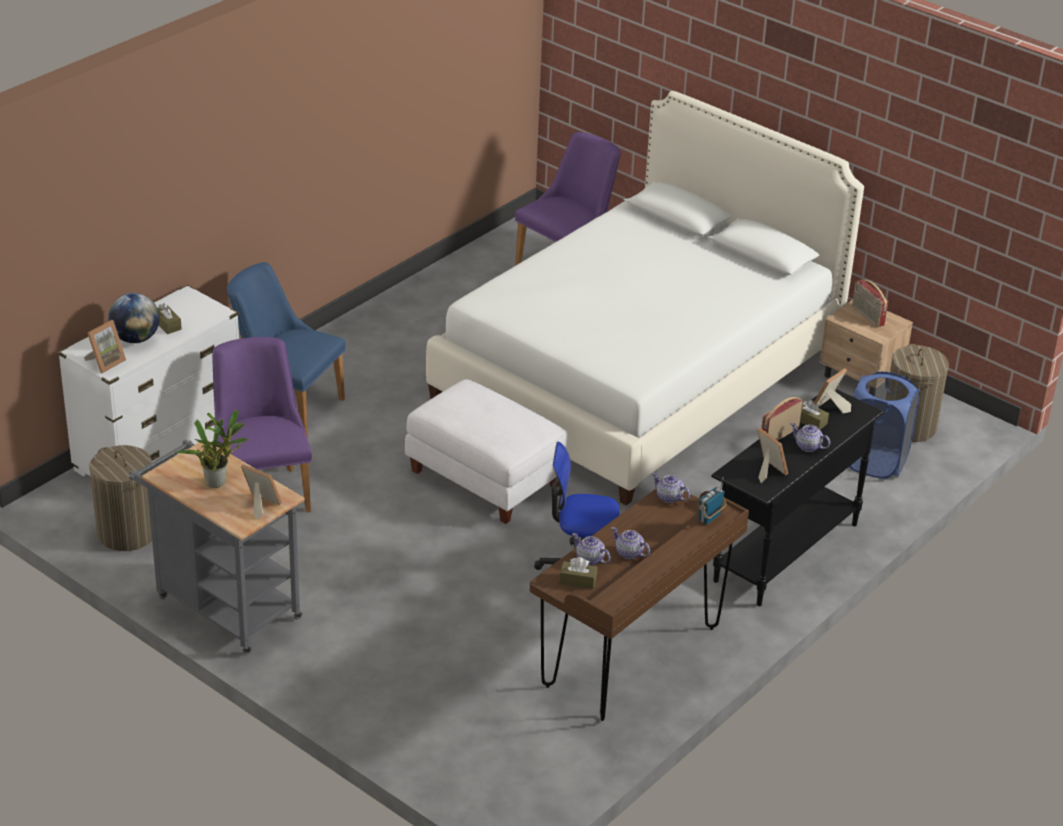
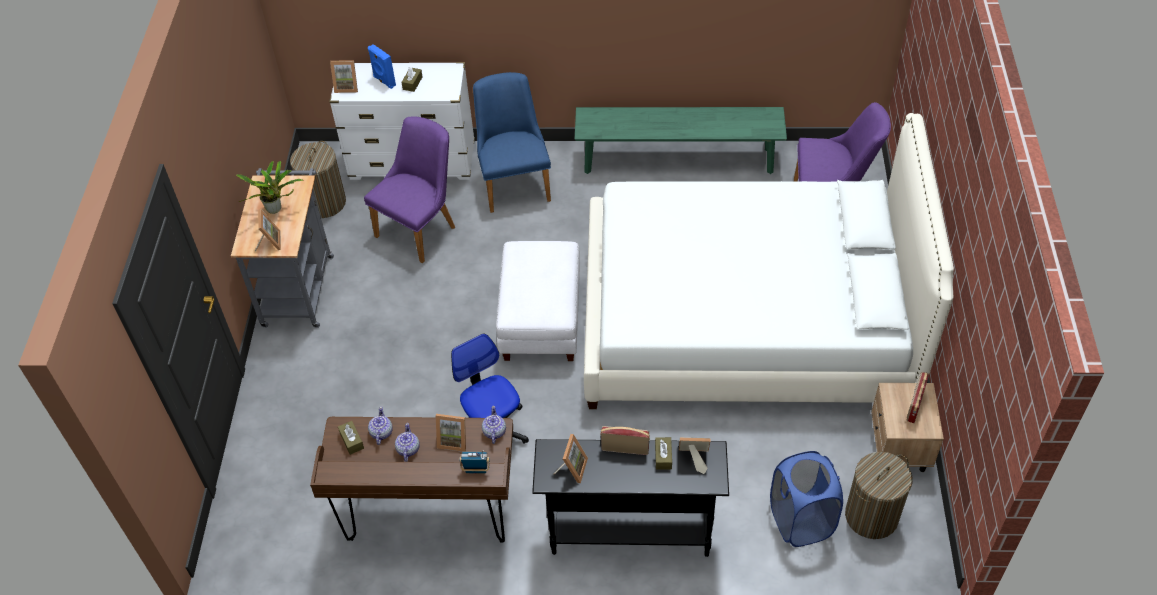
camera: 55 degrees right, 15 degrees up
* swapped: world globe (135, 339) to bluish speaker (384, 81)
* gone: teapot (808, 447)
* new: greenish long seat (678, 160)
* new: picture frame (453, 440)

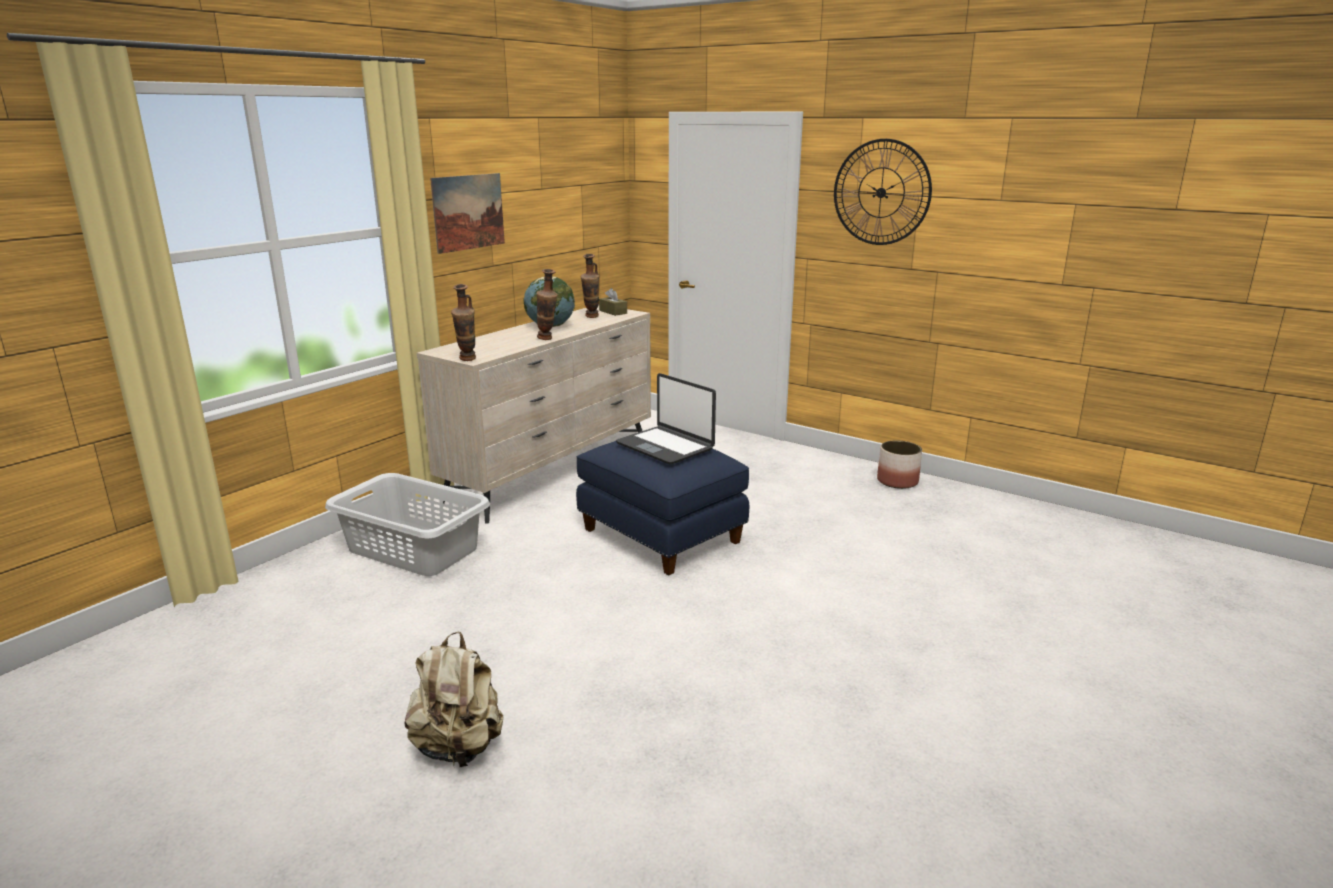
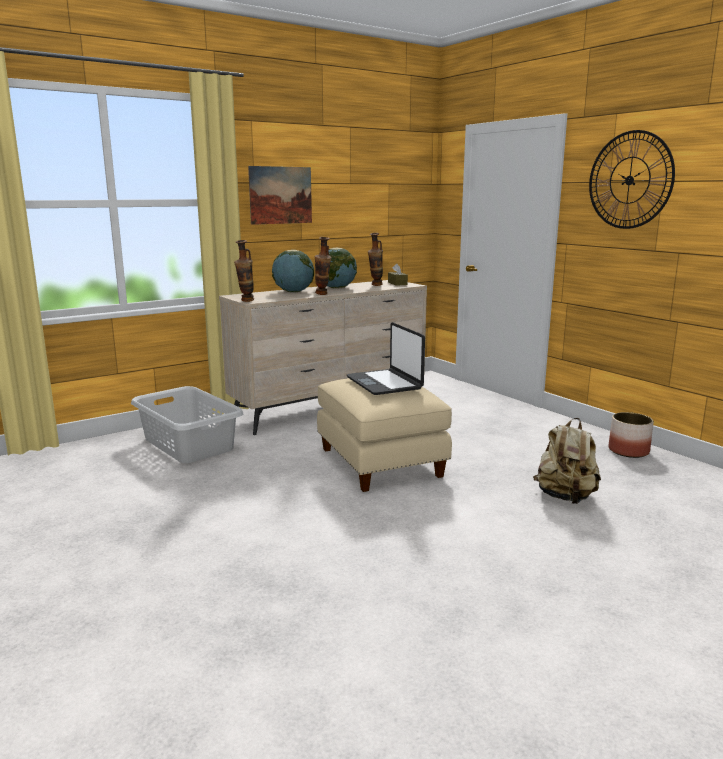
camera: 20 degrees right, 5 degrees down
* repainted: bluish pouffe (663, 535) to sand-coloured pouffe (381, 462)
* shifted: sand-coloured rucksack (459, 747) to (565, 497)
* new: world globe (293, 292)

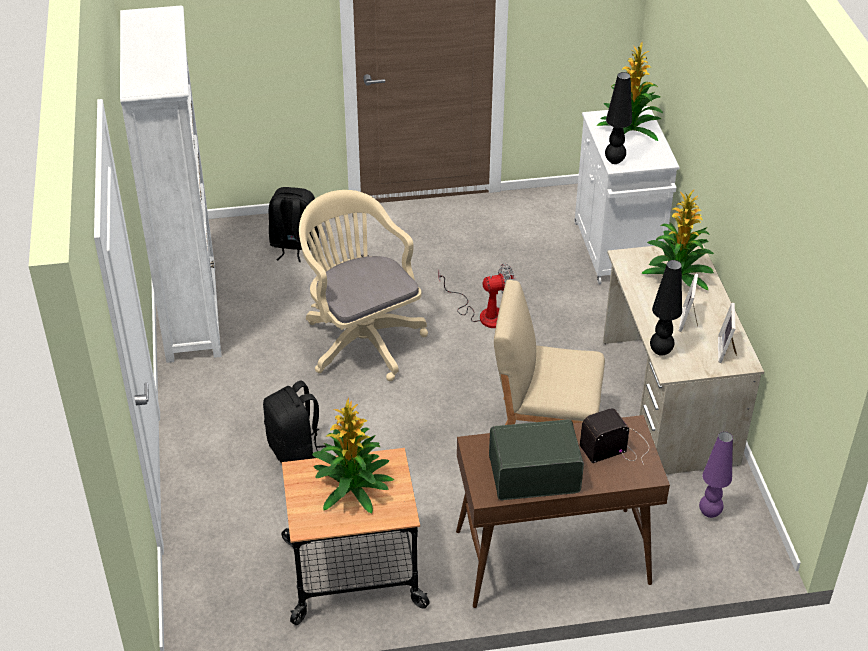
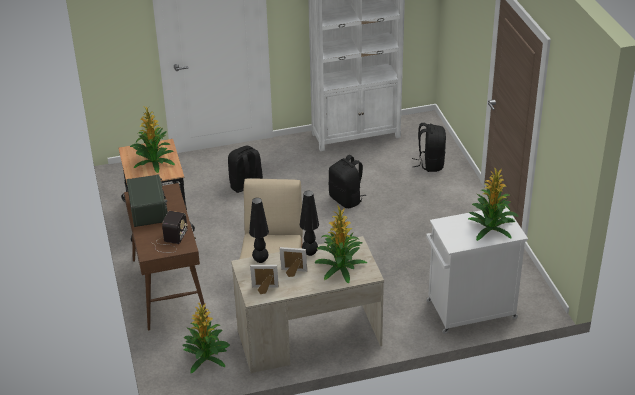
camera: 85 degrees right, 5 degrees down
* shifted: blackish table lamp (614, 161) to (310, 253)
* swapped: sand-coloured computer chair (360, 338) to blackish rucksack (346, 200)
* gone: cooling fan (484, 314)
* rotated: radio receiver (617, 446) = (170, 241) 45 degrees clockwise
* swapped: purplish table lamp (709, 513) to potted plant (206, 357)

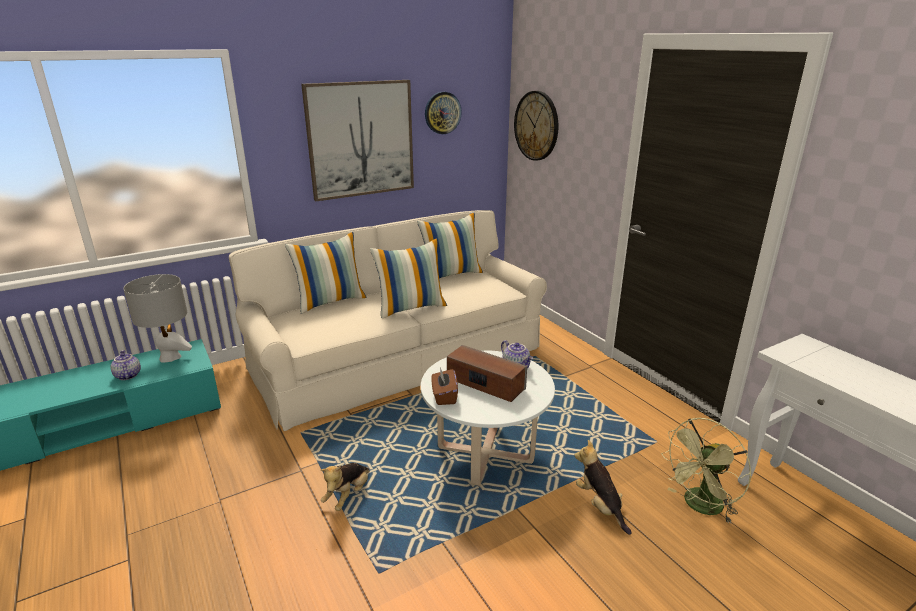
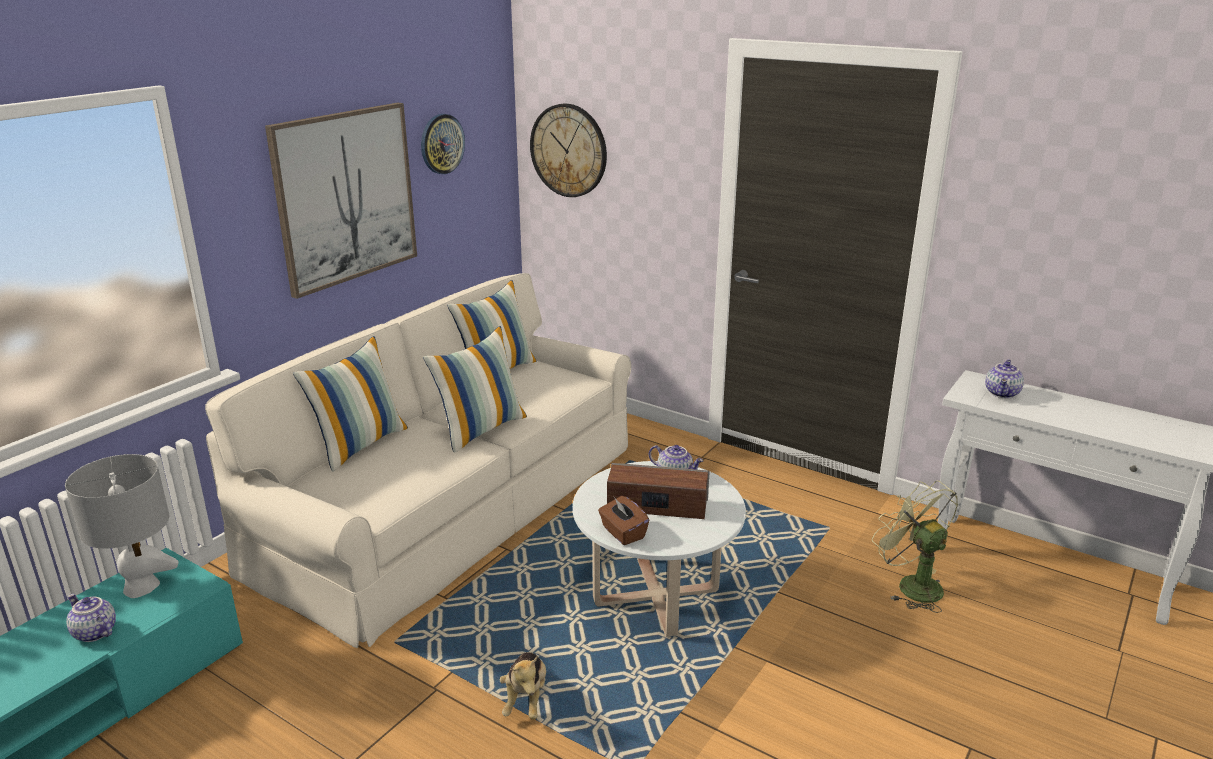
camera: 25 degrees left, 0 degrees up
* rotated: greenish cooling fan (699, 507) = (911, 585) 120 degrees clockwise
* gone: soft toy (600, 505)
* new: teapot (1002, 393)

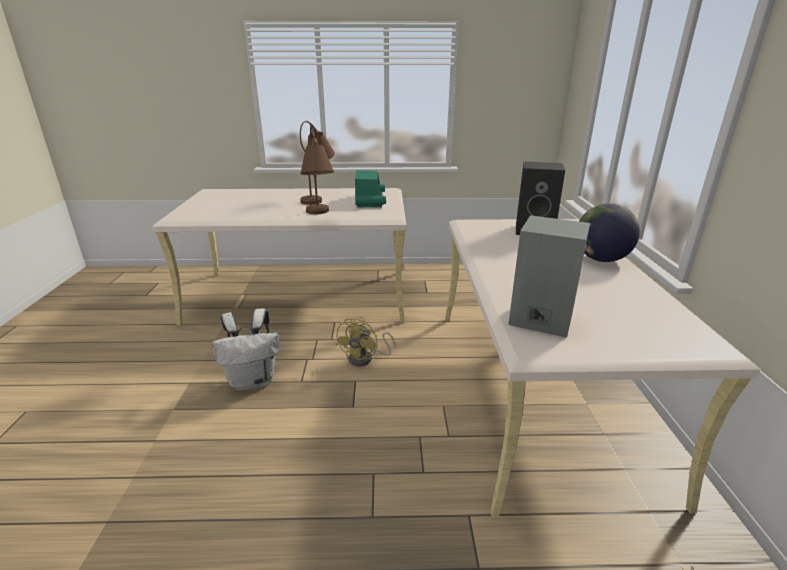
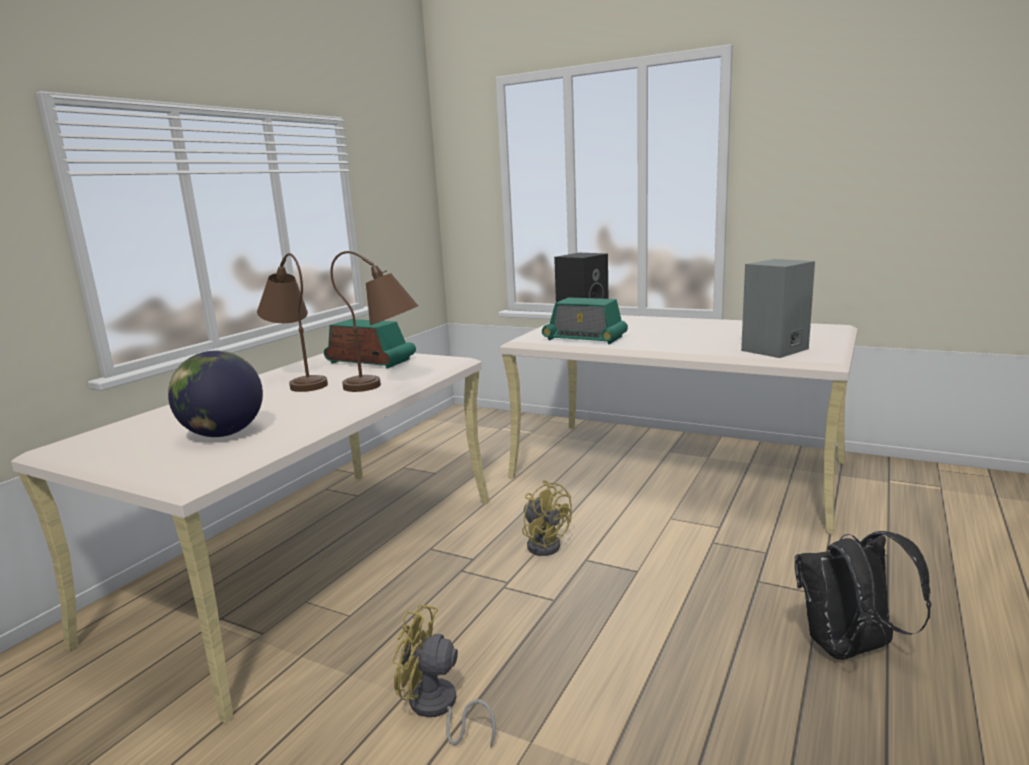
camera: 60 degrees left, 10 degrees down
* shifted: world globe (600, 259) to (223, 434)
* gone: white rucksack (253, 380)
* new: radio receiver (584, 338)
* new: blackish rucksack (849, 650)
* new: yellow cooling fan (437, 709)

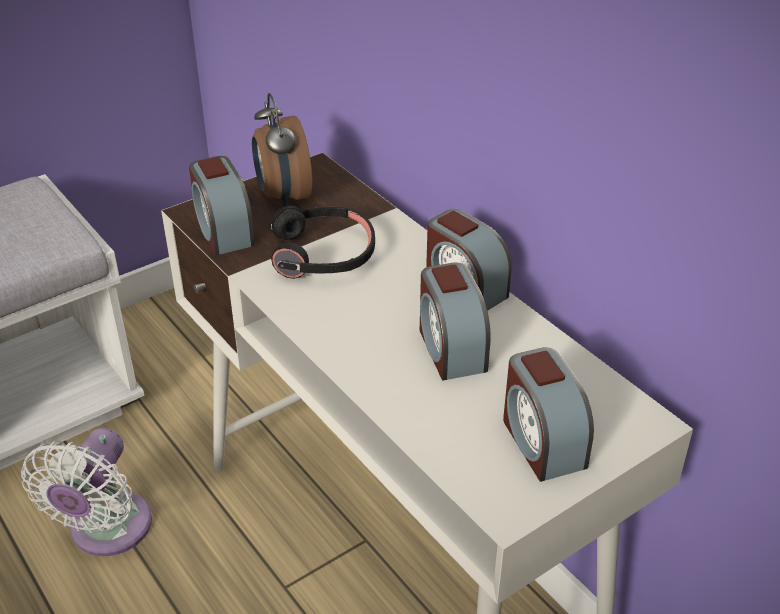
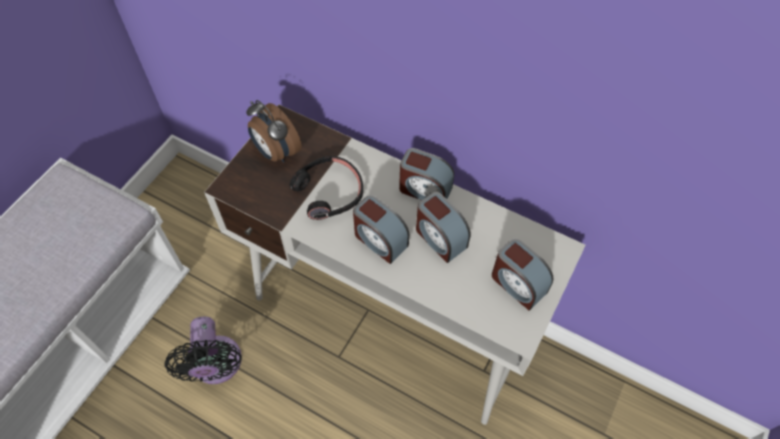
camera: 25 degrees left, 20 degrees up
* shifted: table clock (223, 231) to (380, 240)
* repainted: white cooling fan (107, 531) to blackish cooling fan (216, 366)

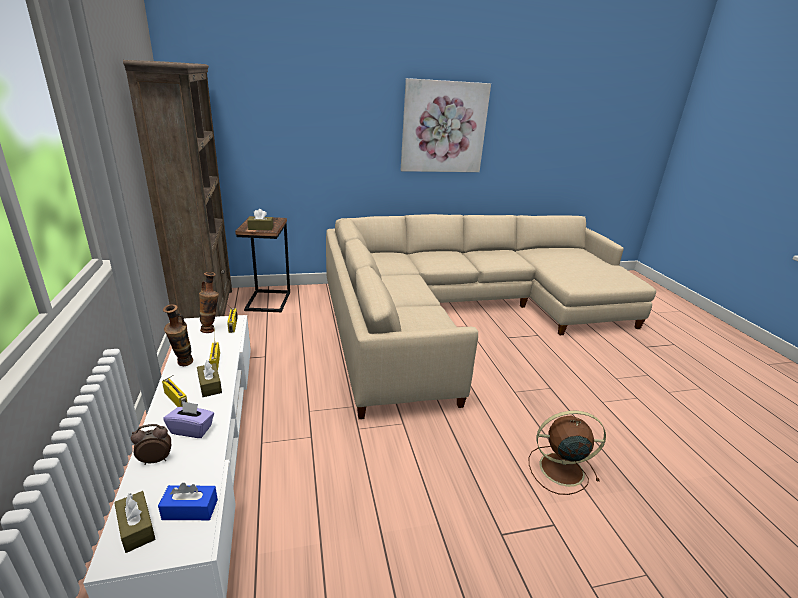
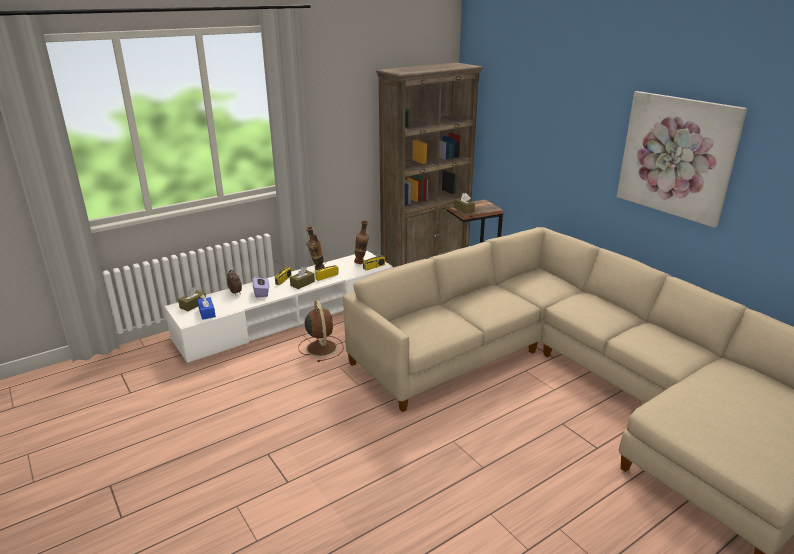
camera: 70 degrees right, 0 degrees up
* shifted: brown cooling fan (559, 469) to (321, 347)

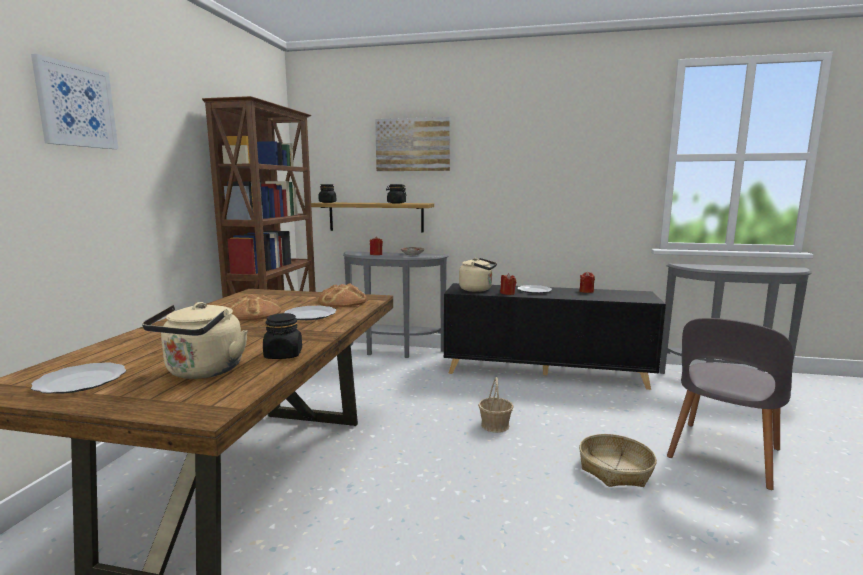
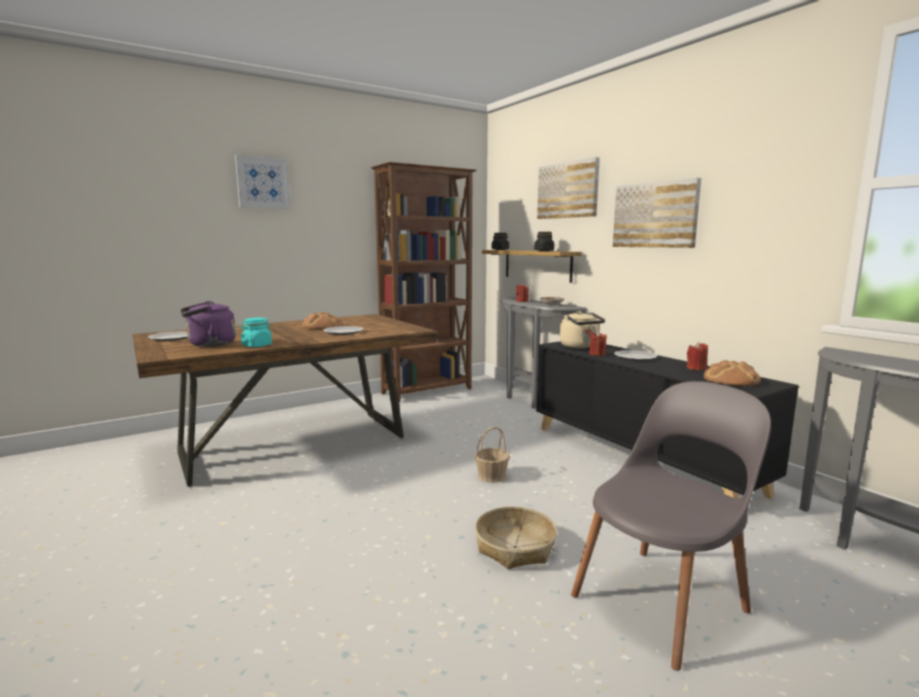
camera: 45 degrees right, 0 degrees up
* shifted: bakery bread (342, 301) to (731, 379)
* repainted: sand-coloured tea kettle (202, 372) to purplish tea kettle (209, 344)
* repainted: blackish storage jar (283, 355) to turquoise-coloured storage jar (256, 346)
* rotated: gray chair (723, 455) = (663, 599) 150 degrees clockwise
* new: wall art (655, 215)

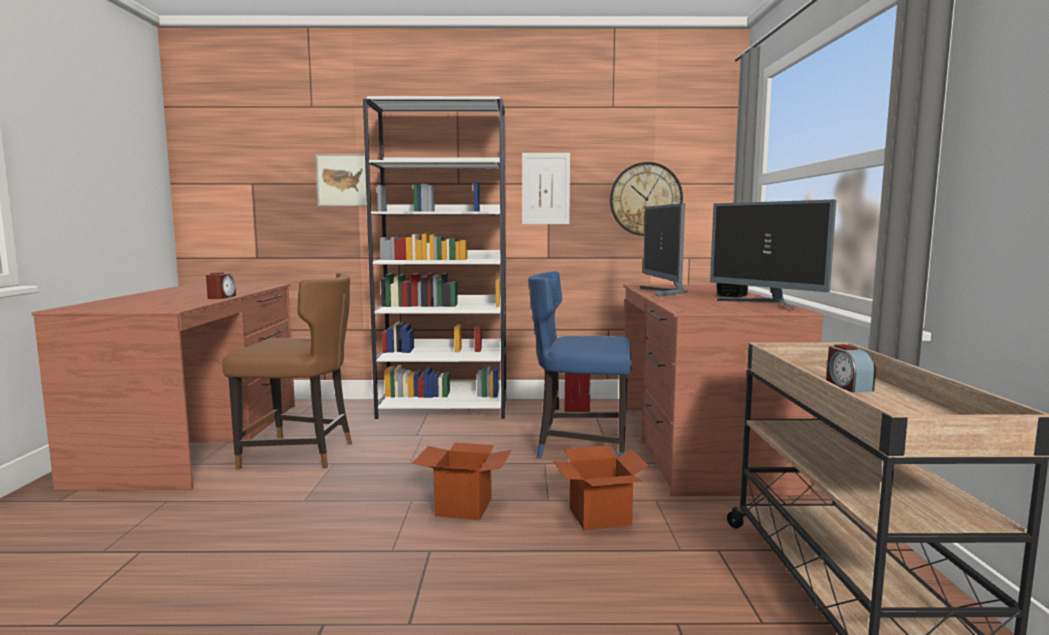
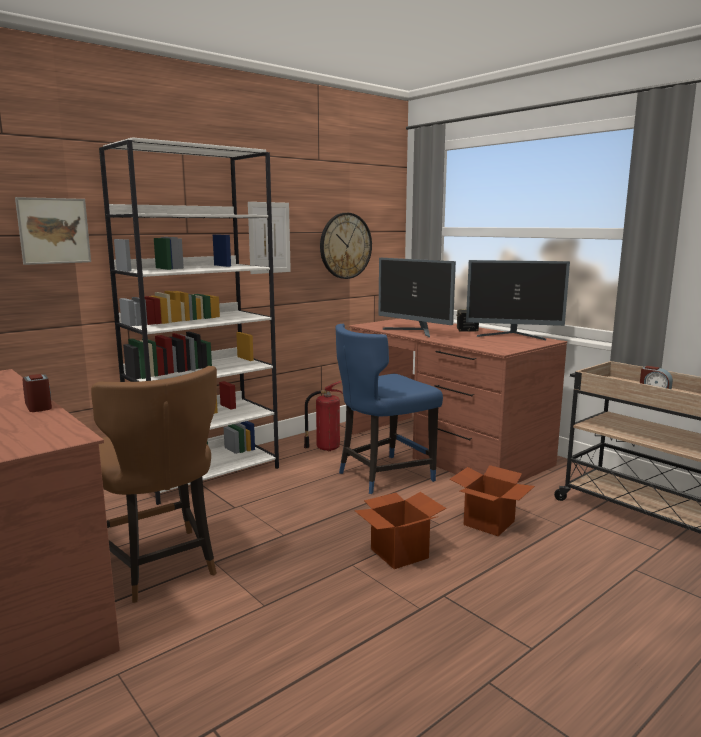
camera: 40 degrees left, 5 degrees up
* rotated: brown chair (301, 454) = (159, 566) 90 degrees clockwise

